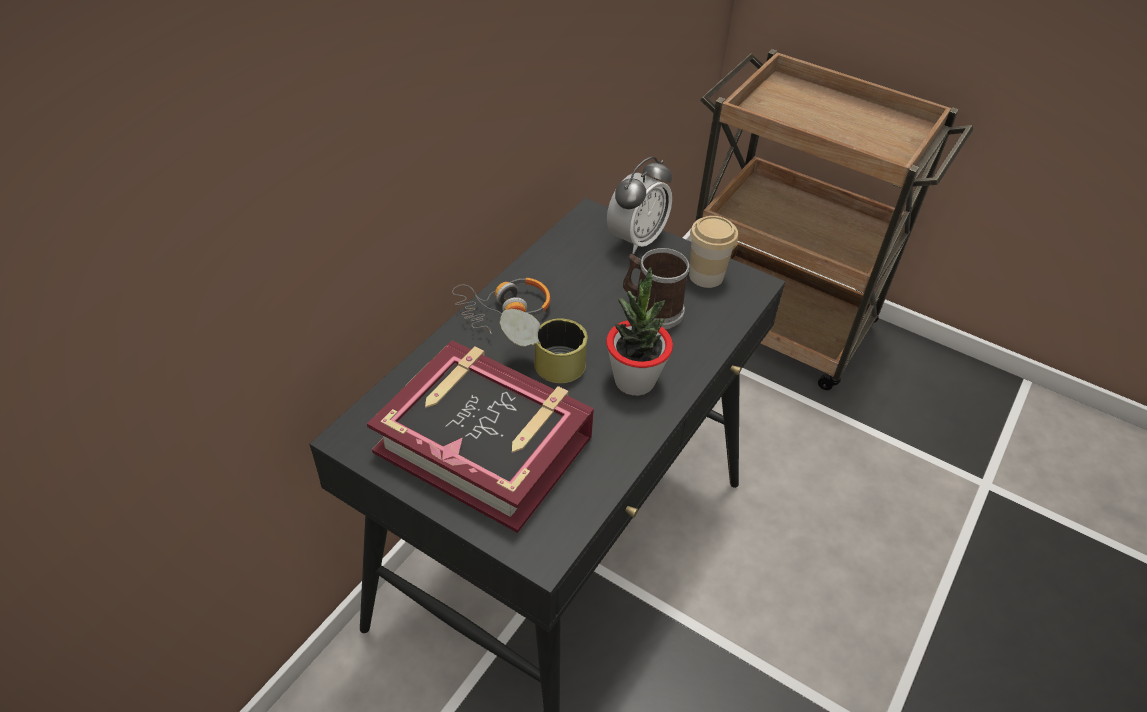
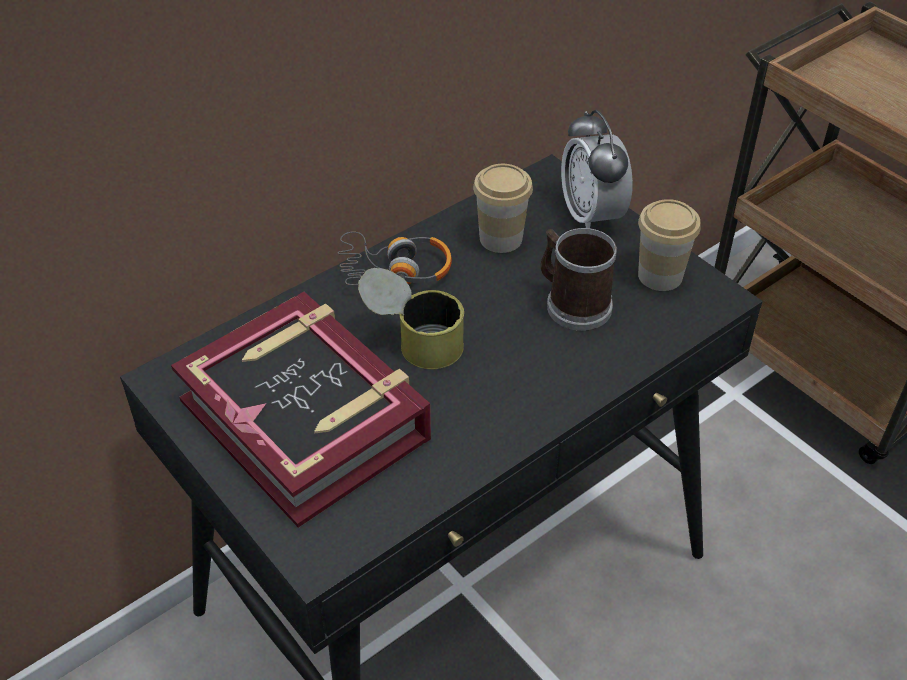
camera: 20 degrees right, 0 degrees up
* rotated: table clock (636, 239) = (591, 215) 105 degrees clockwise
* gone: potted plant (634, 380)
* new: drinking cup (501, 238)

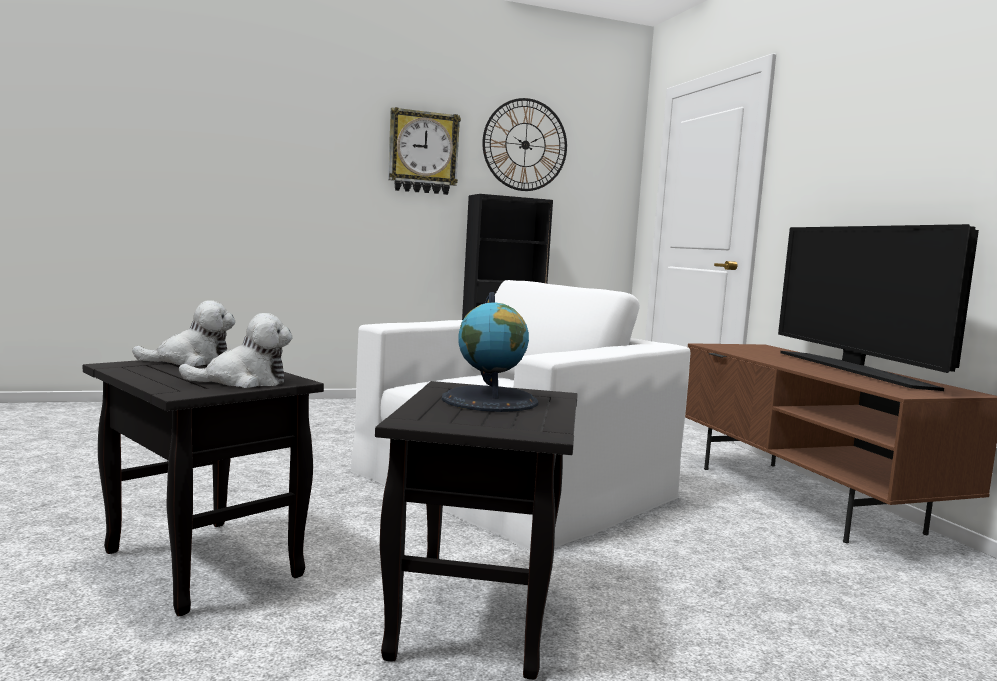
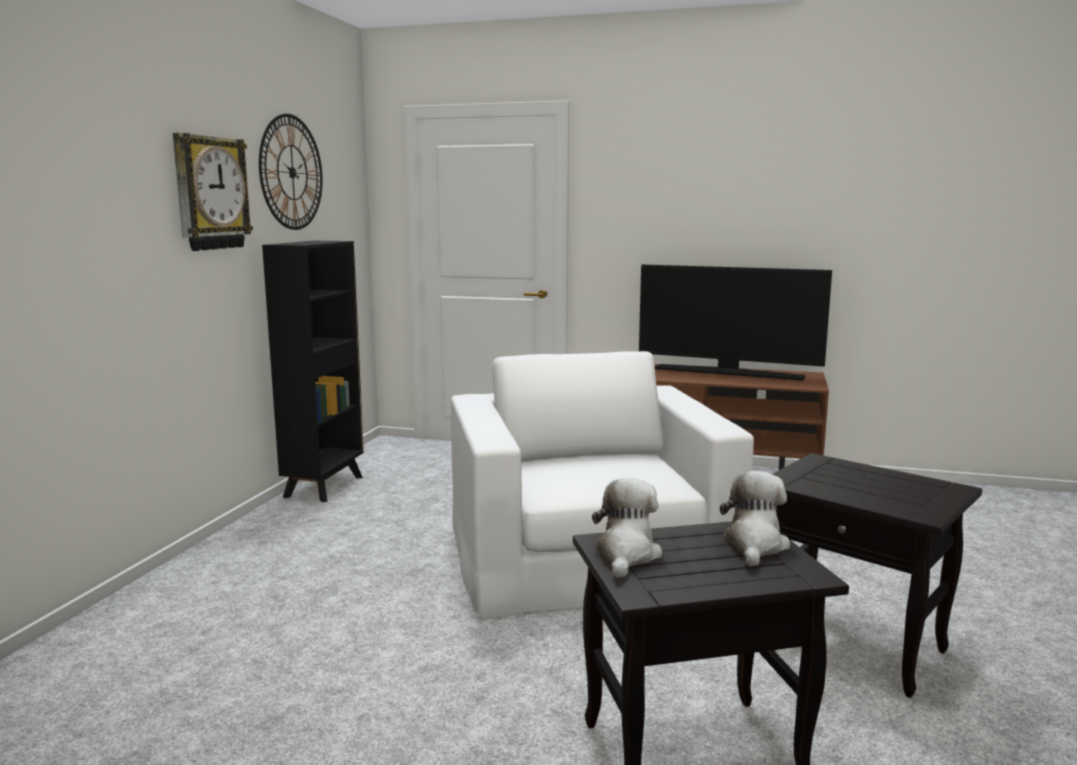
camera: 55 degrees left, 5 degrees up
* gone: world globe (490, 400)

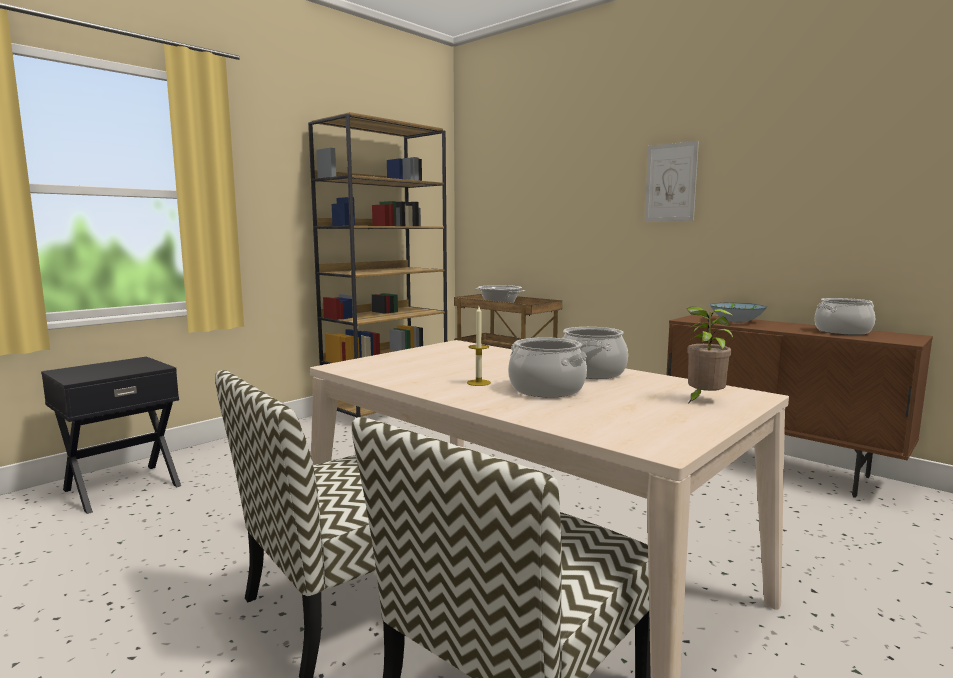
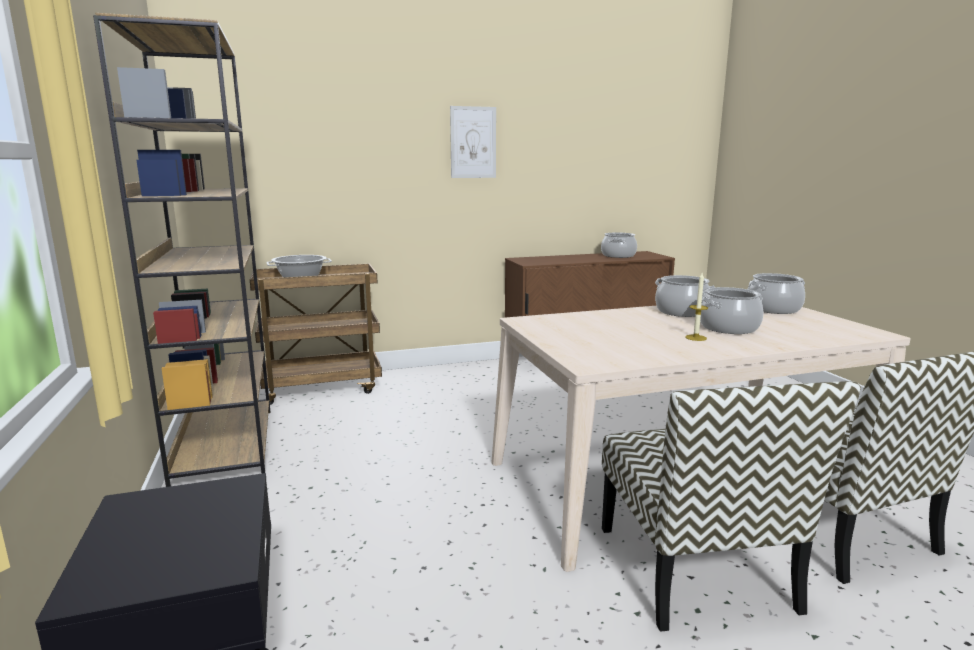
camera: 60 degrees left, 5 degrees up
* gone: deep dish (736, 321)
* swapped: potted plant (703, 400) to saucepot (773, 309)

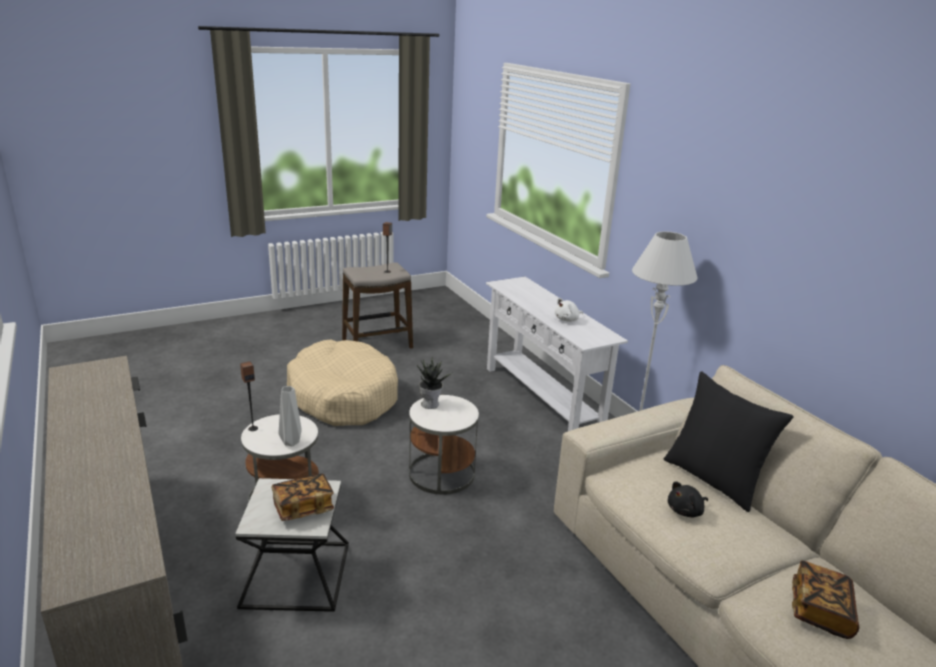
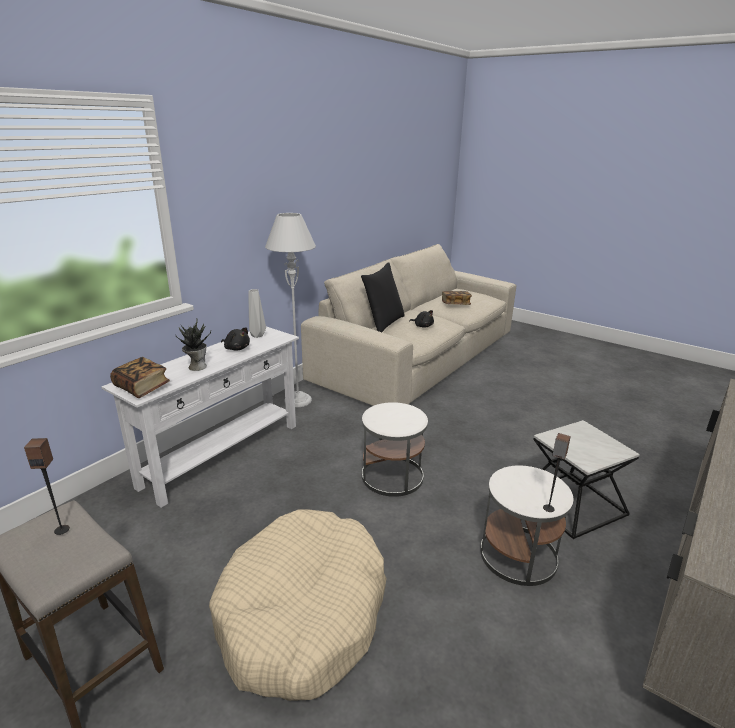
camera: 115 degrees left, 0 degrees up
* repainted: white soft toy (567, 319) to blackish soft toy (236, 348)
* shifted: potted plant (430, 404) to (196, 366)
* shifted: gray vase (292, 442) to (257, 335)
* shifted: volume (303, 507) to (142, 387)

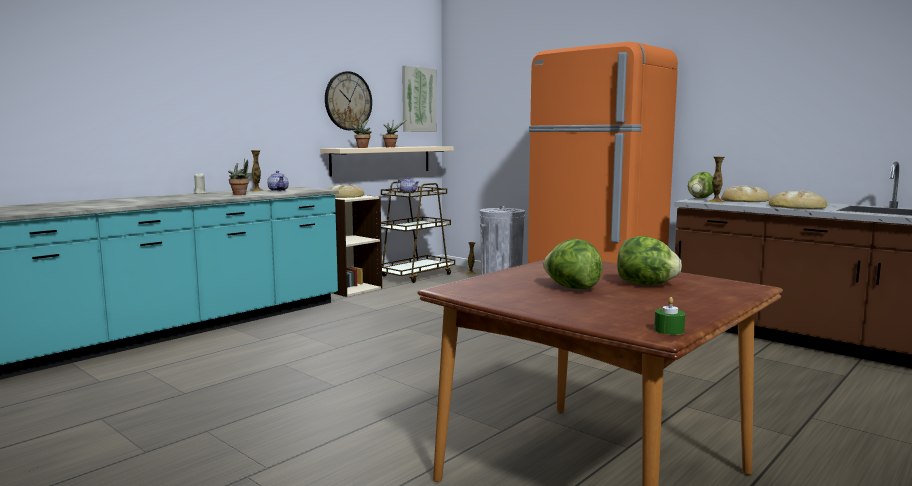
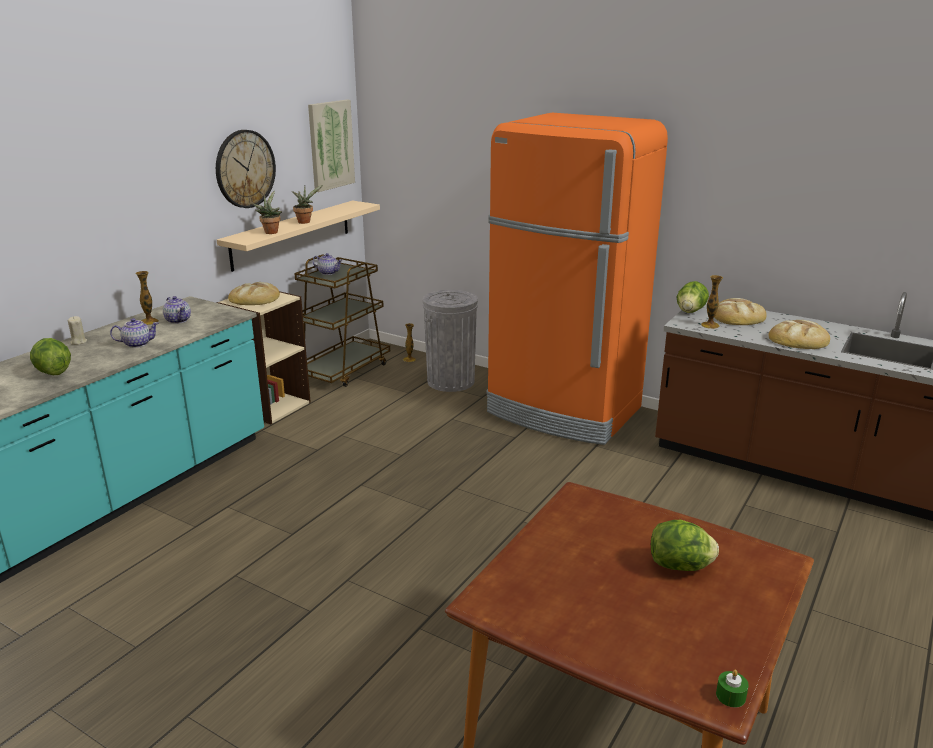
camera: 10 degrees left, 15 degrees up
* swapped: potted plant (241, 194) to teapot (137, 344)
* shifted: lettuce (571, 288) to (52, 372)

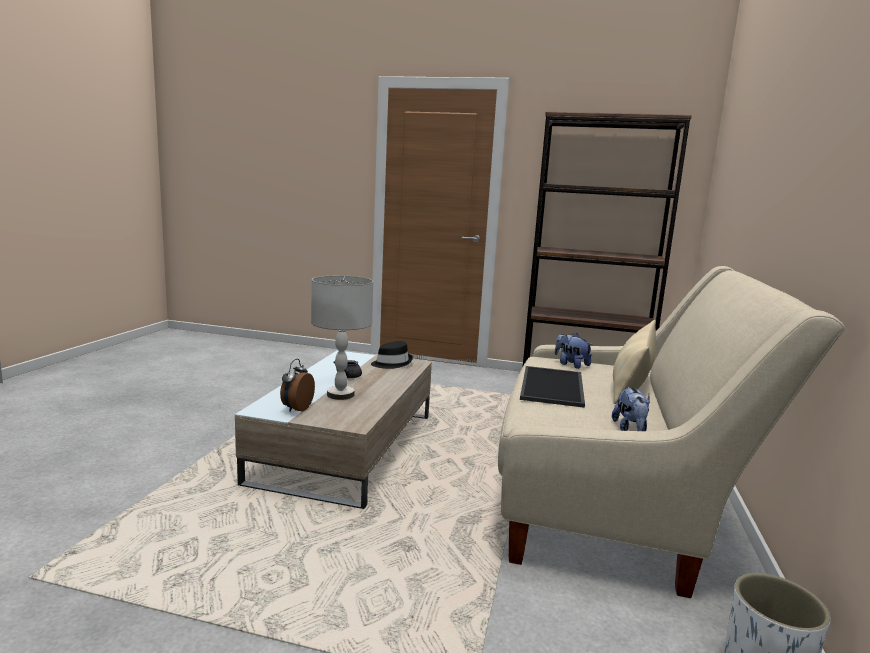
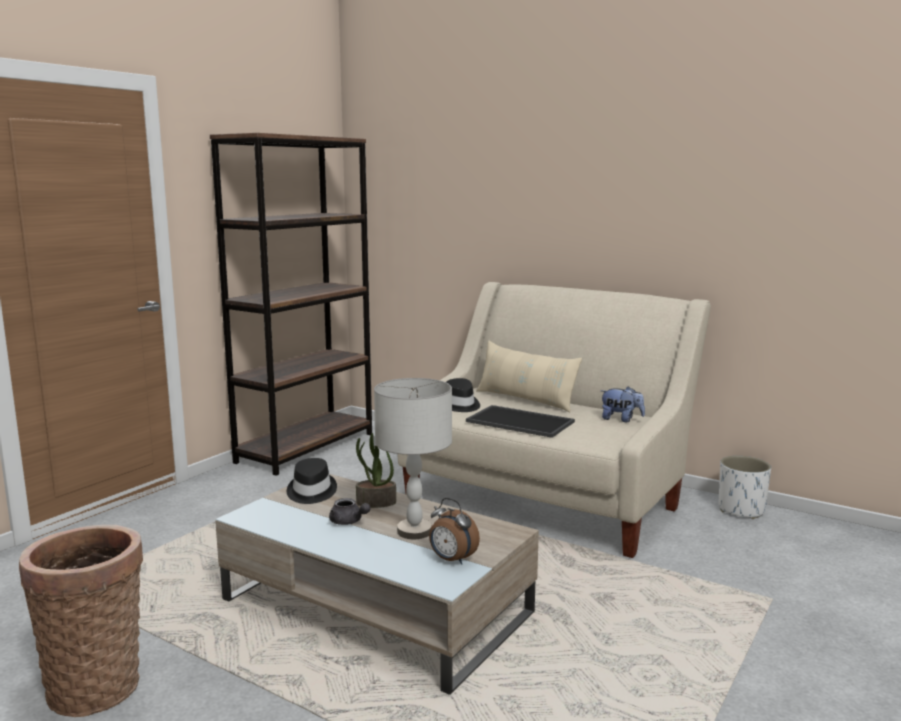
camera: 70 degrees left, 0 degrees up
* swapped: soft toy (571, 364) to blackish wearable hat (459, 405)
* new: potted plant (375, 503)
* new: household basket (97, 684)

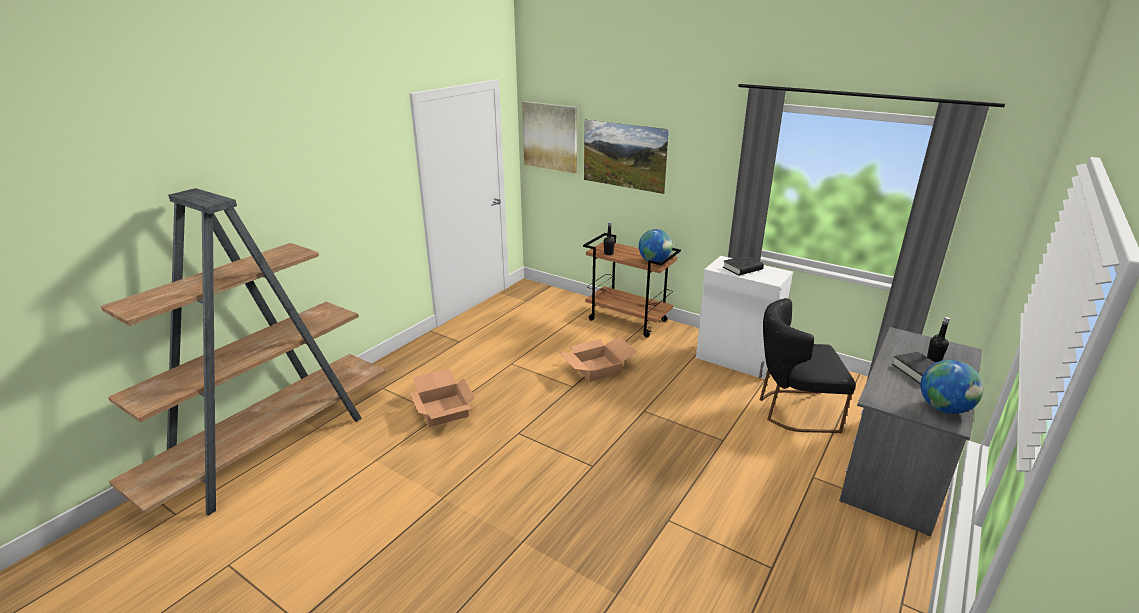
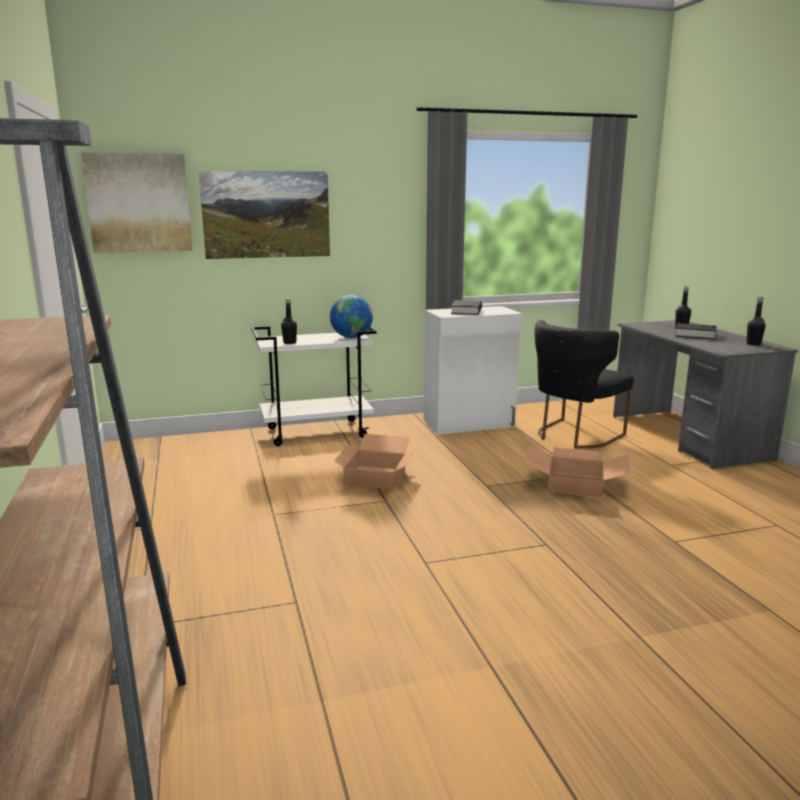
camera: 50 degrees left, 10 degrees down
* repainted: brown trolley (628, 320) to white trolley (317, 432)
* swapped: world globe (944, 408) to blackish bottle (753, 344)
* shifted: carton (442, 410) to (574, 485)

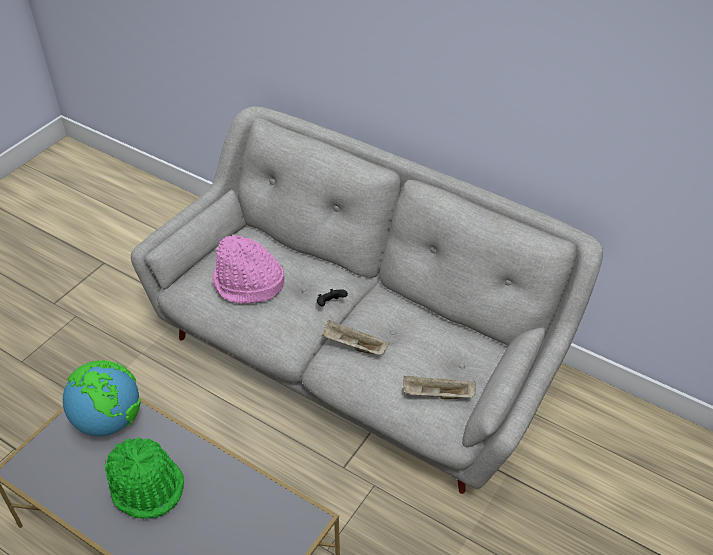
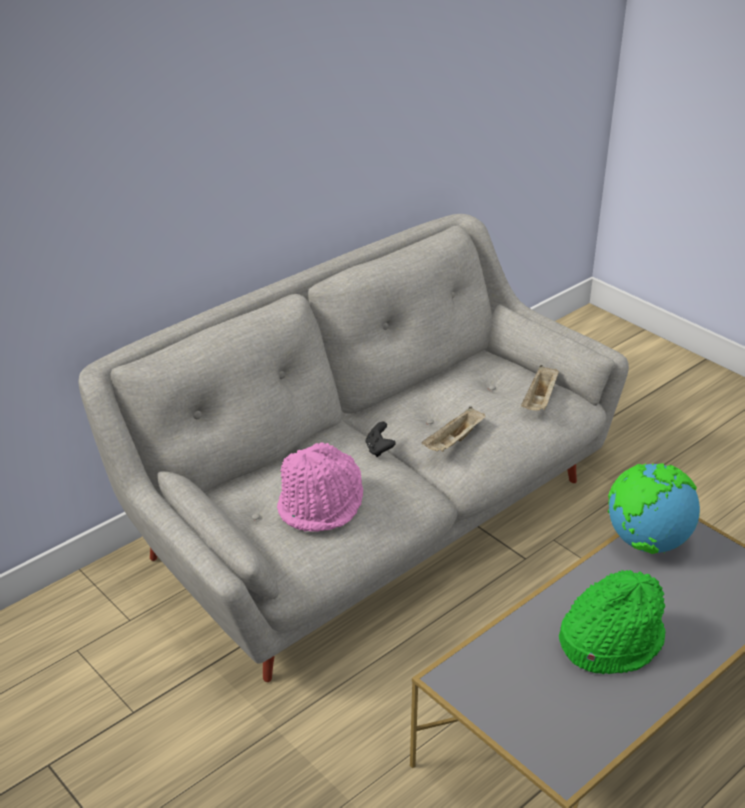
camera: 75 degrees left, 10 degrees down
* shifted: world globe (109, 420) to (646, 543)

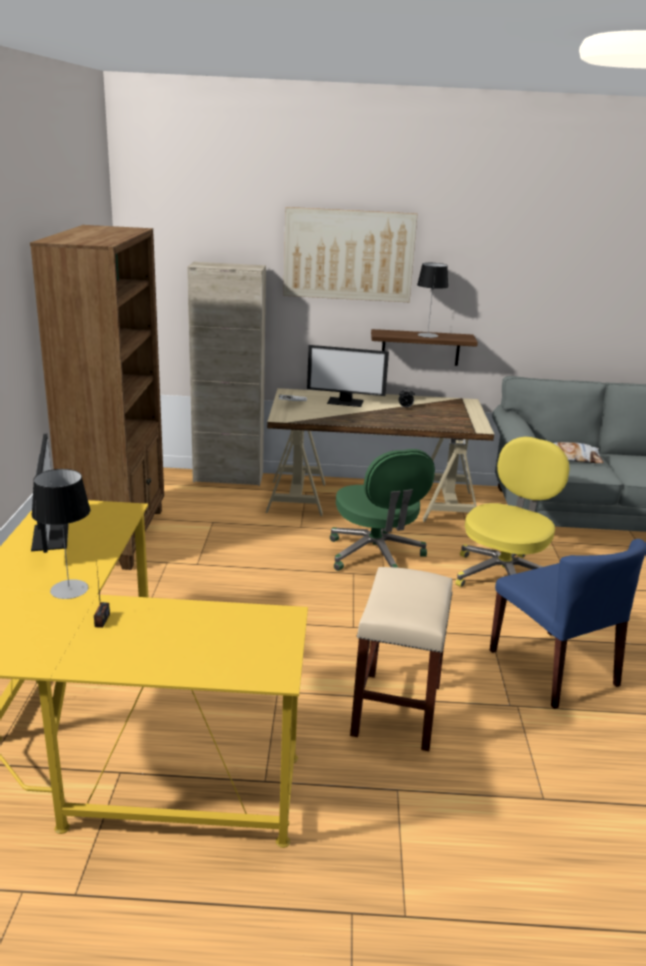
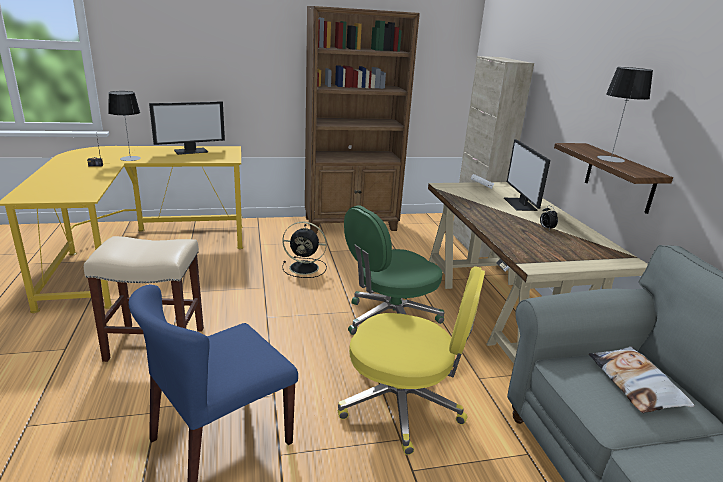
camera: 75 degrees right, 0 degrees up
* gone: wall art (348, 255)
* new: blackish cooling fan (305, 268)

